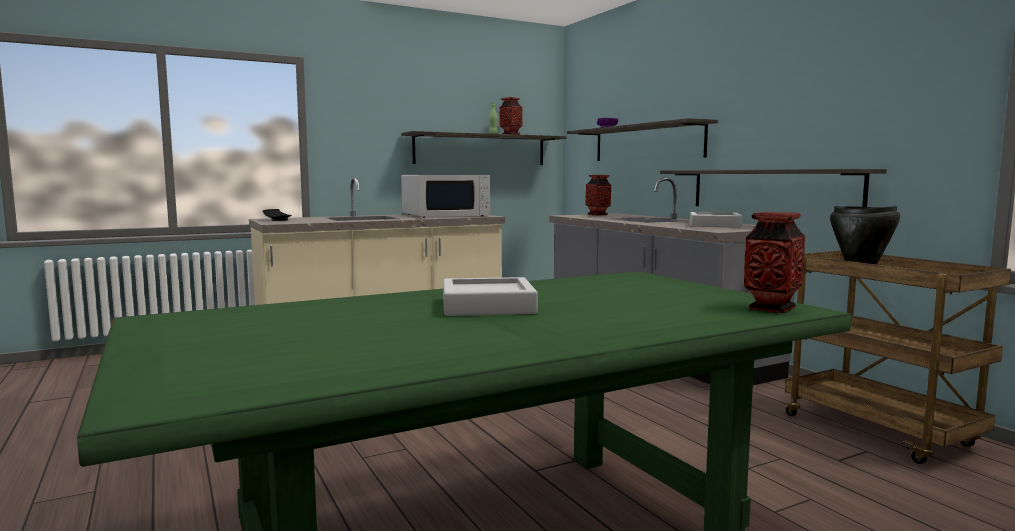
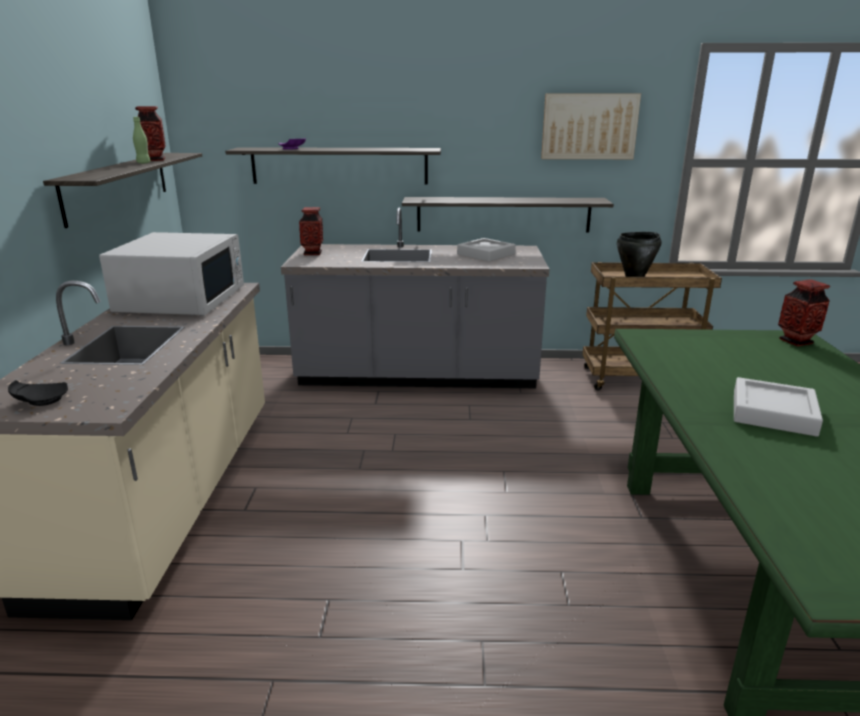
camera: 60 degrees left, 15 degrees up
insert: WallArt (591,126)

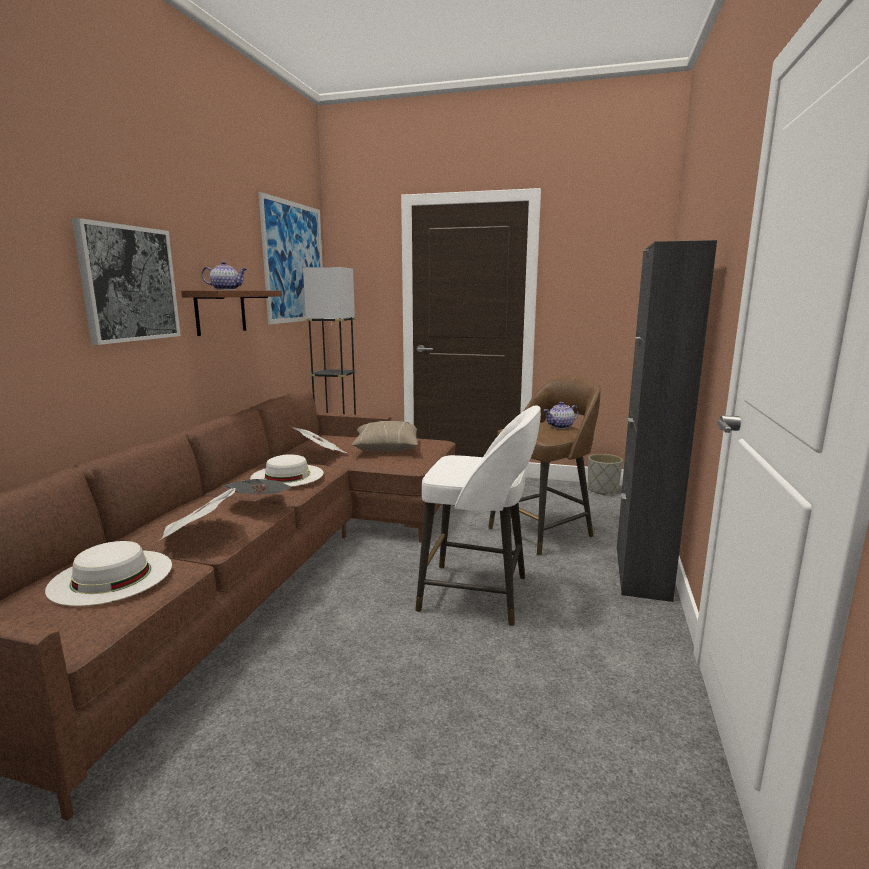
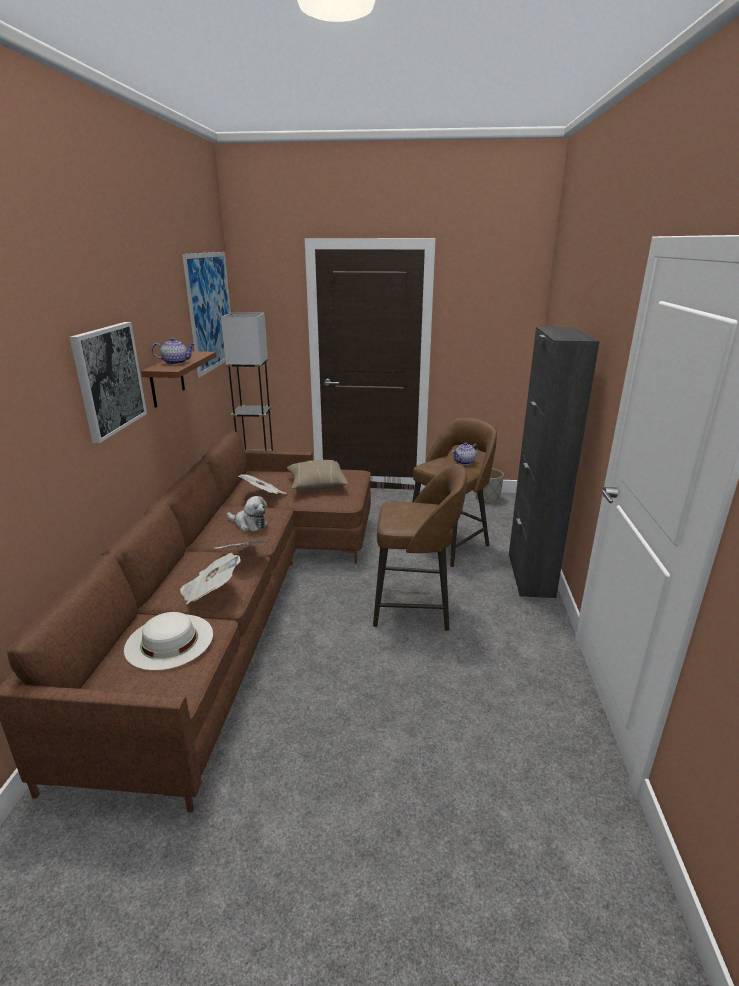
camera: 10 degrees left, 10 degrees up
replace: WhitishHat (287,470) to SoftToy (247,513)
recolor: WhitishSittingStool (478,515) to BrownSittingStool (420,547)

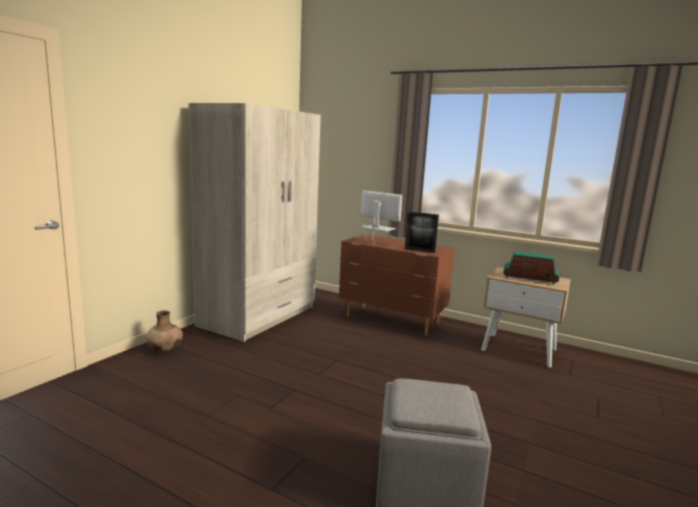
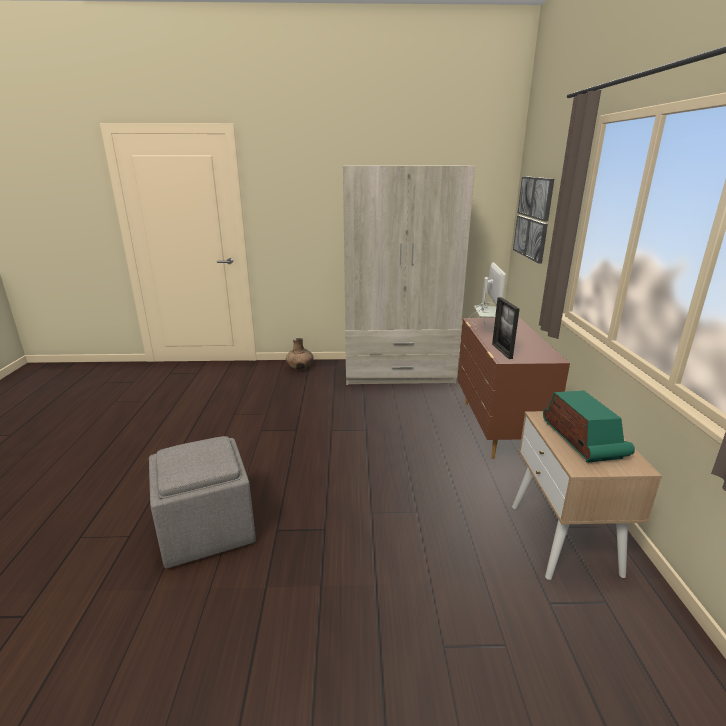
camera: 60 degrees right, 10 degrees up
insert: WallArt (533,220)

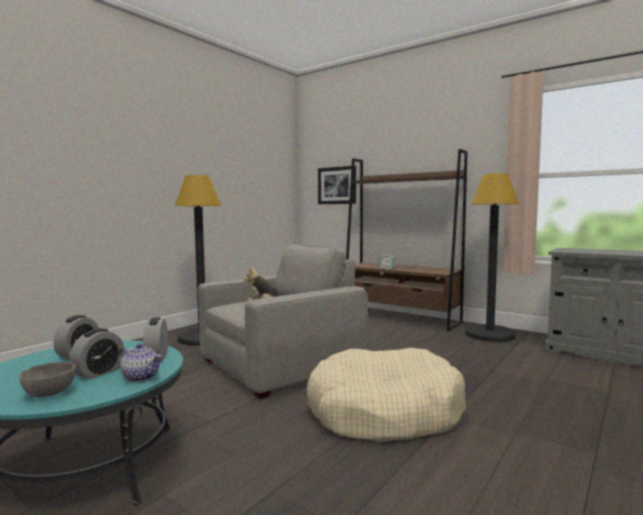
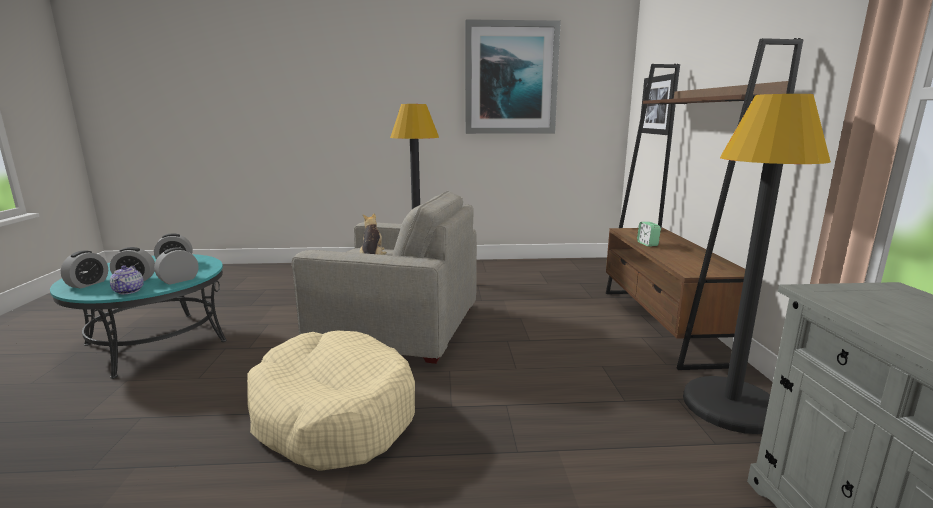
camera: 50 degrees right, 10 degrees up
insert: WallArt (513,76)
replace: GrayBowl (47,379) to TableClock (84,269)

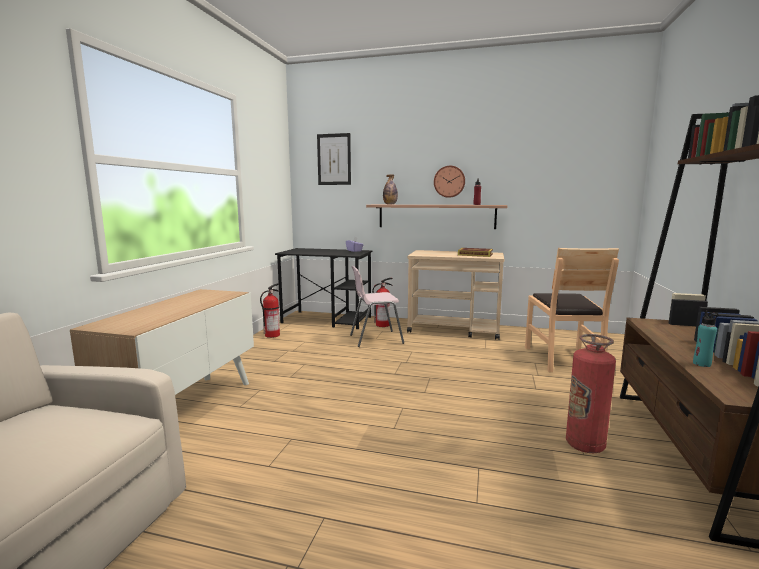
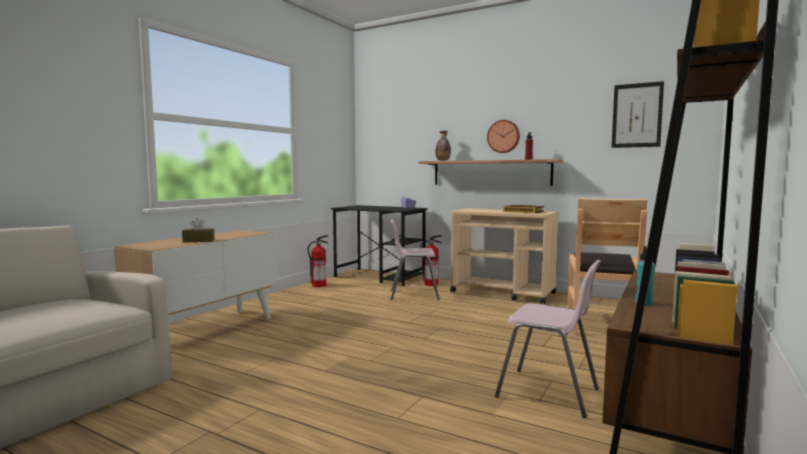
camera: 15 degrees right, 5 degrees down
insert: BrownTissueBox (198,230)
move: WallArt (334,159) to (638,114)
replace: FireFightingCylinder (591,393) to PinkChair (548,339)

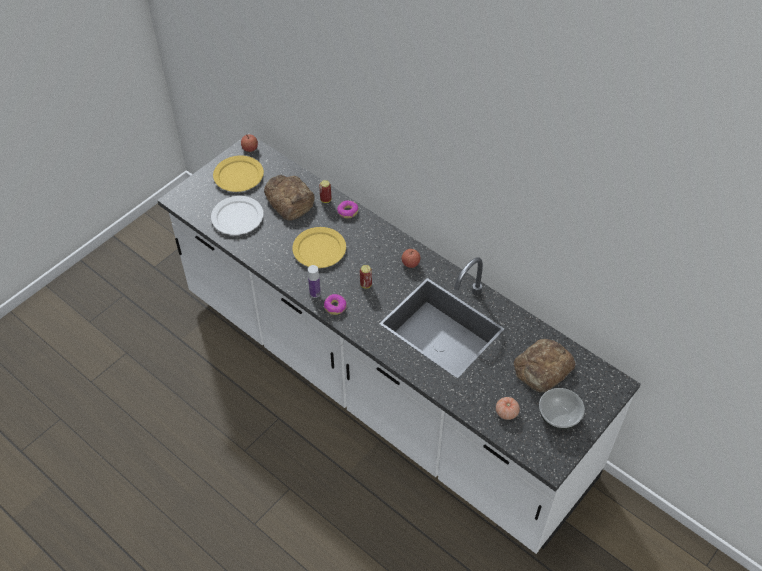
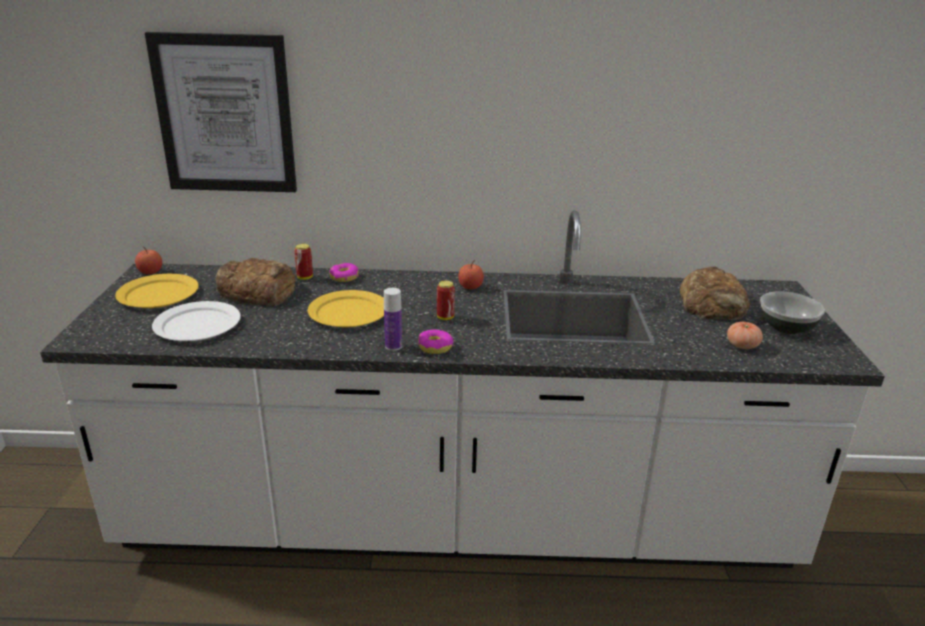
camera: 40 degrees left, 25 degrees down
insert: WallArt (221,112)

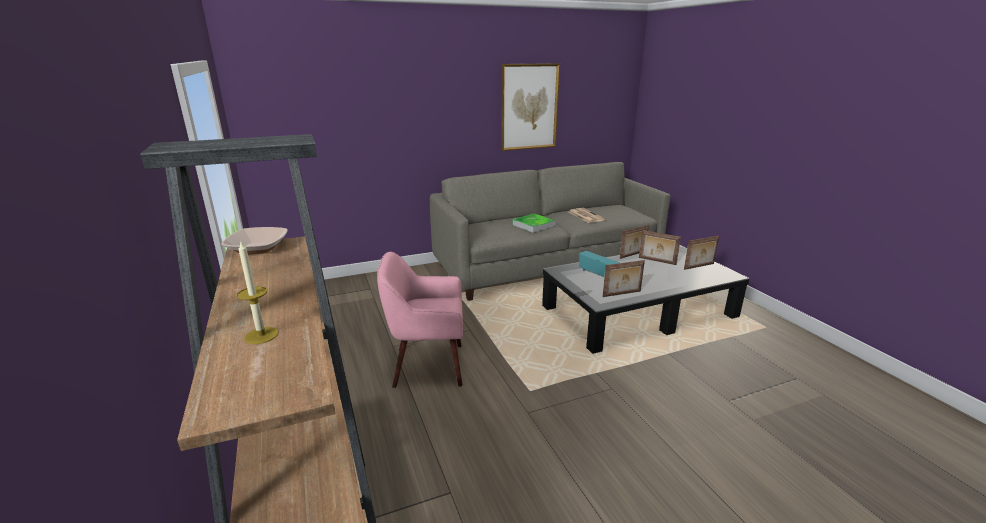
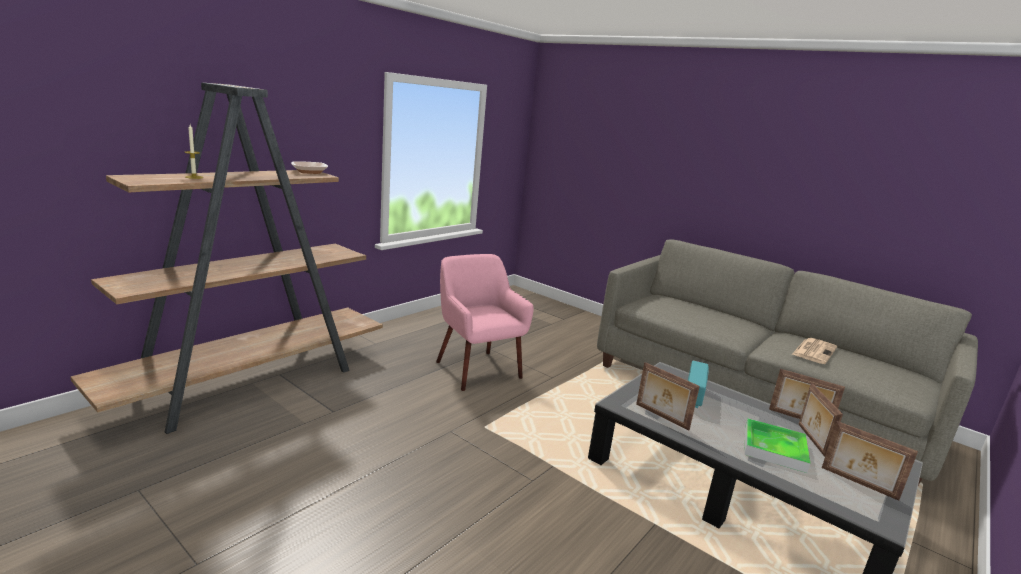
camera: 60 degrees right, 5 degrees down
delete: WallArt (530,107)
move: ServingTray (534,223) to (777,445)

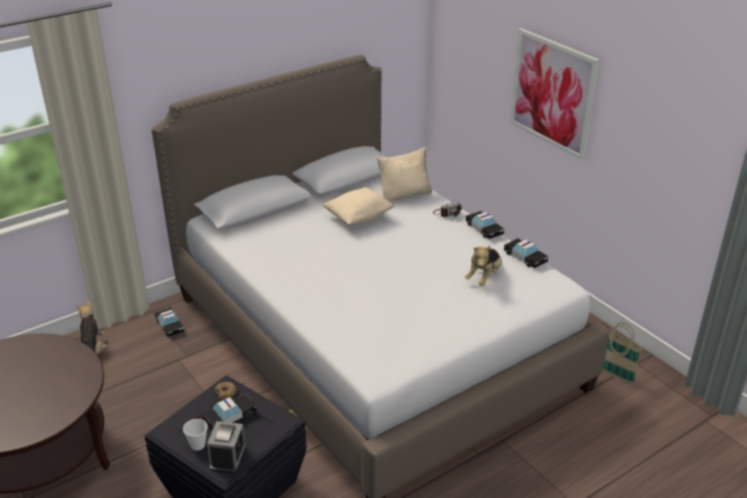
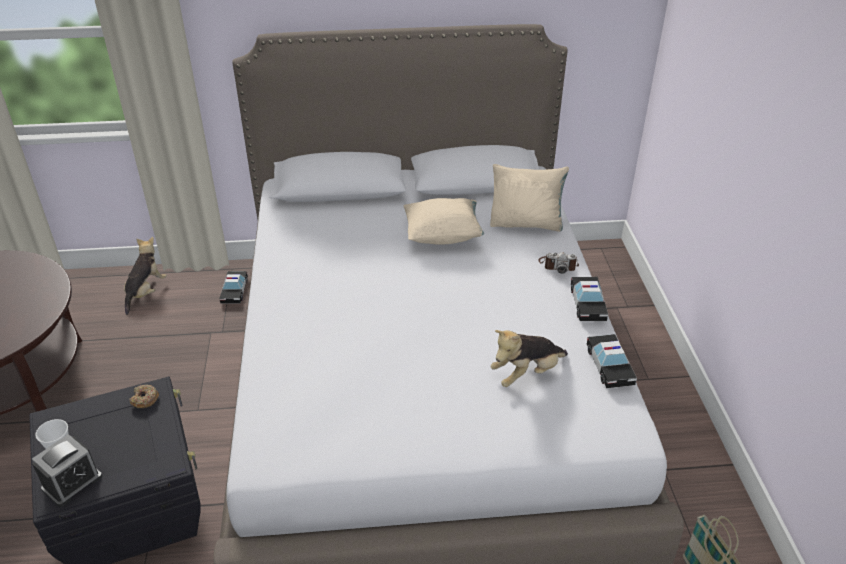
camera: 30 degrees right, 5 degrees up
delete: ToyCar (229,412); WallArt (554,94)

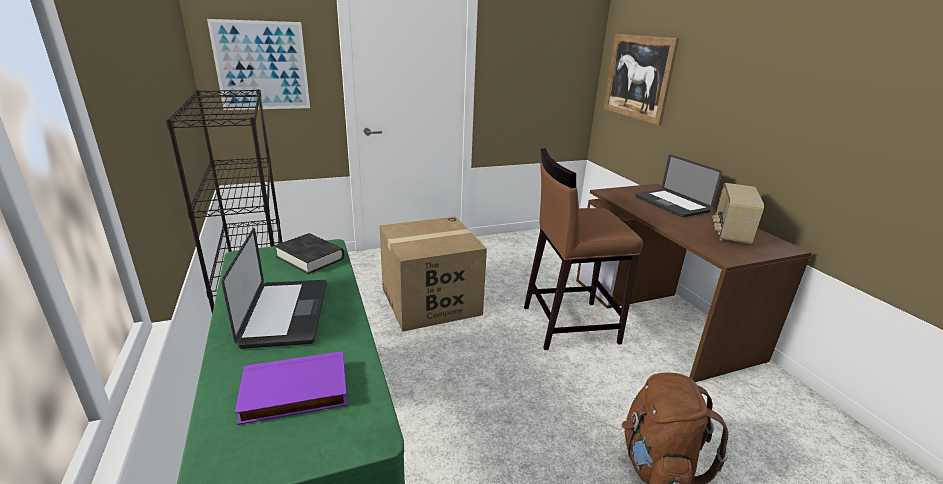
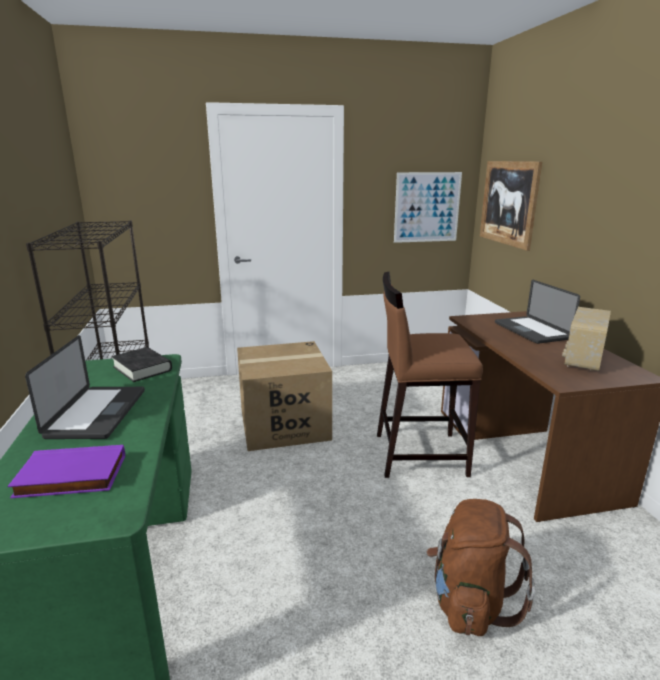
camera: 10 degrees right, 5 degrees down
move: WallArt (258,64) to (428,207)

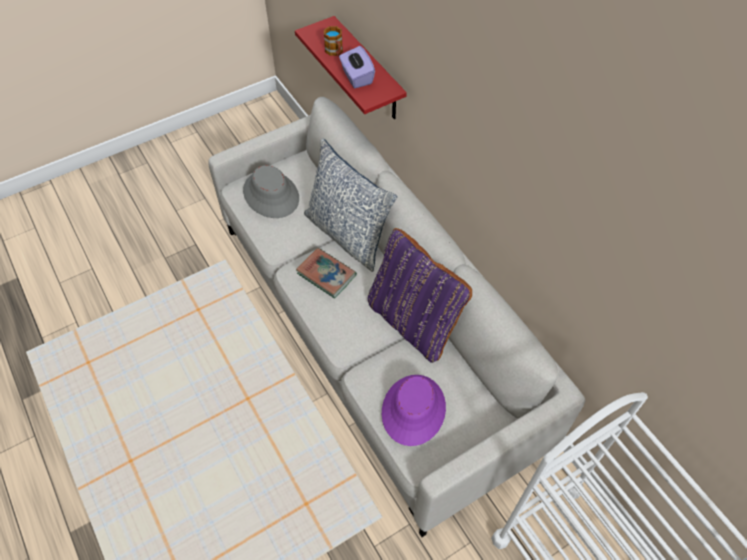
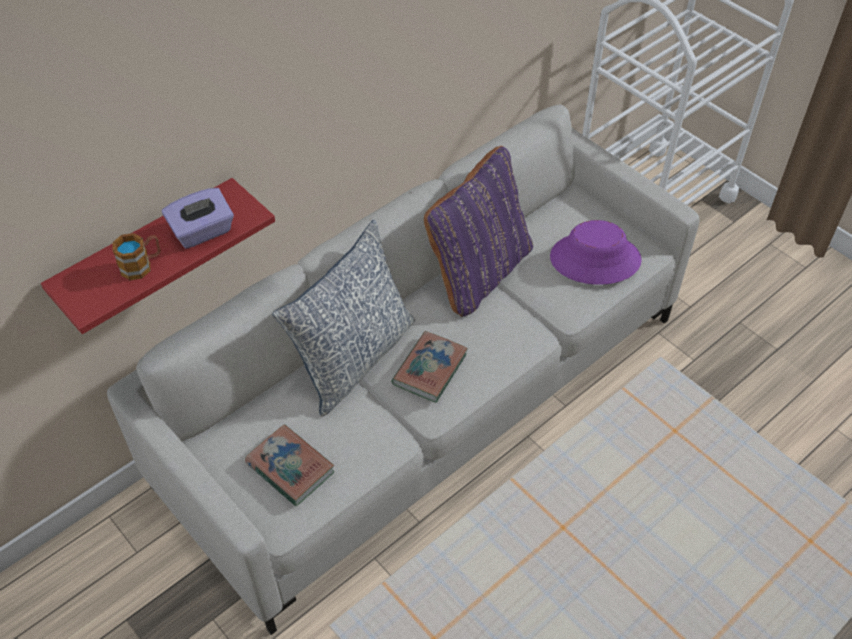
camera: 100 degrees left, 5 degrees down
replace: GrayHat (271,191) to Volume (290,465)

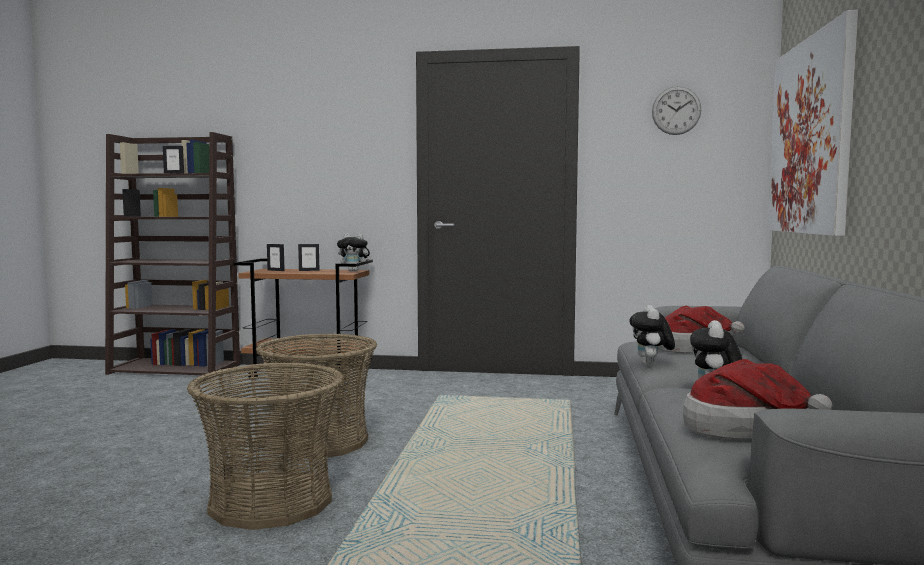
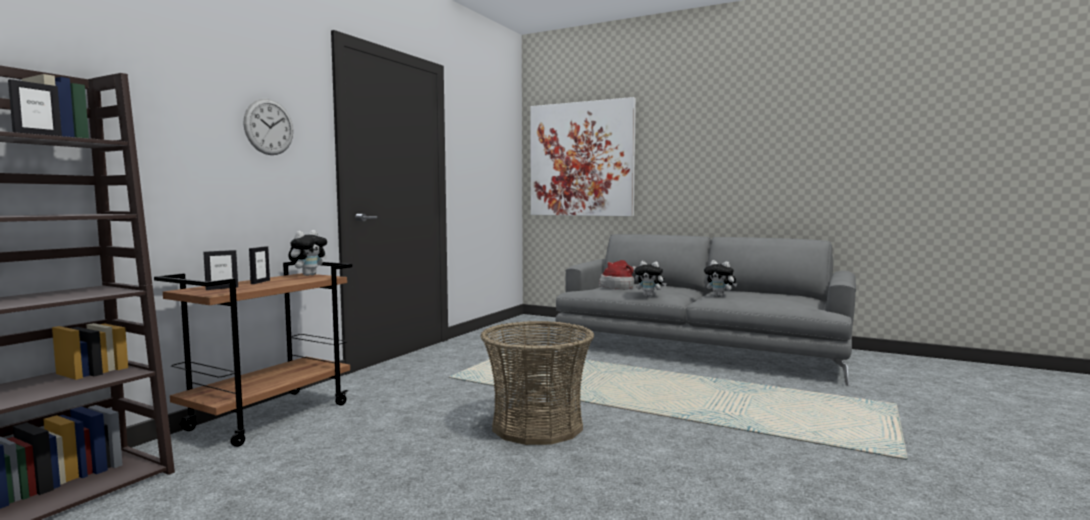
camera: 70 degrees left, 0 degrees up
delete: Basket (265,446); Hat (757,399)
move: WallClock (676,110) to (268,127)

